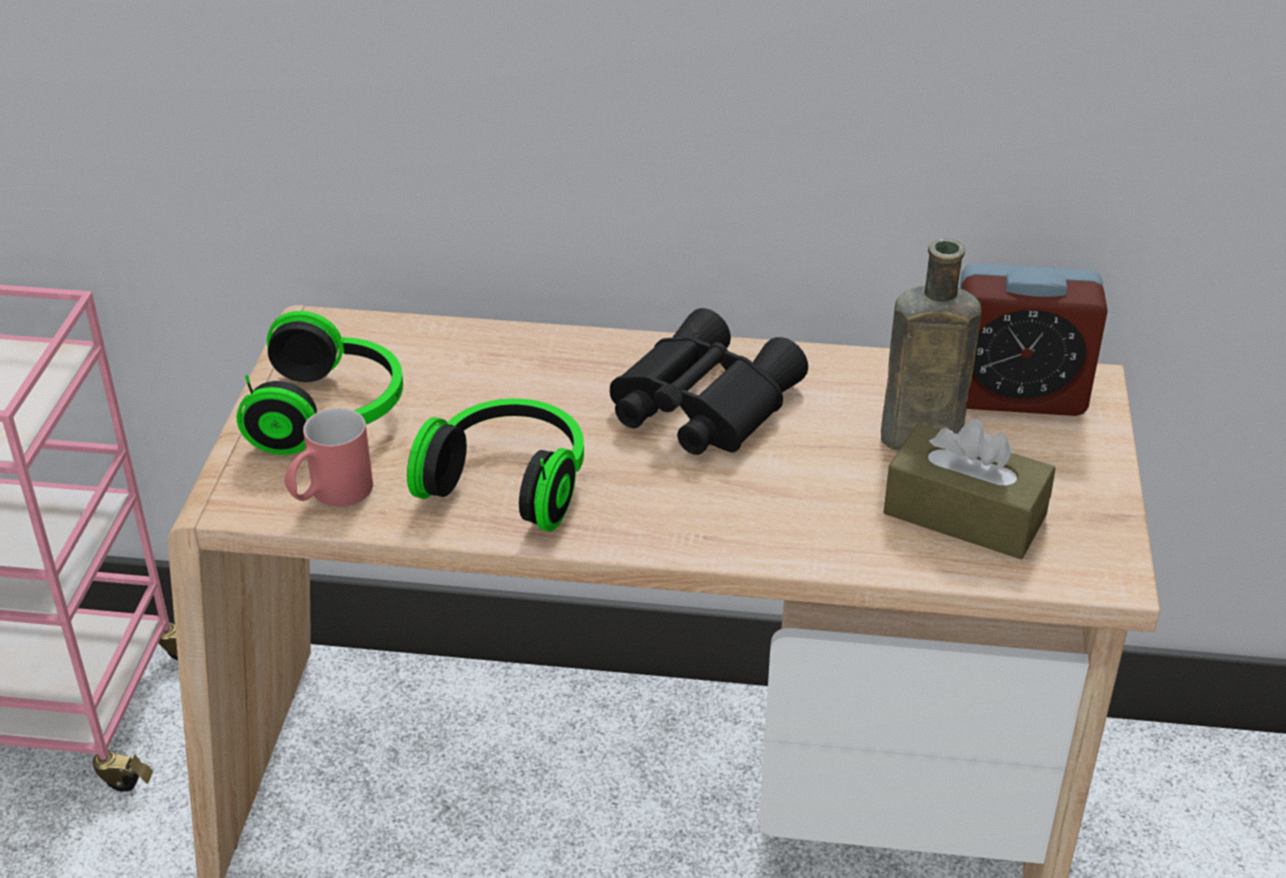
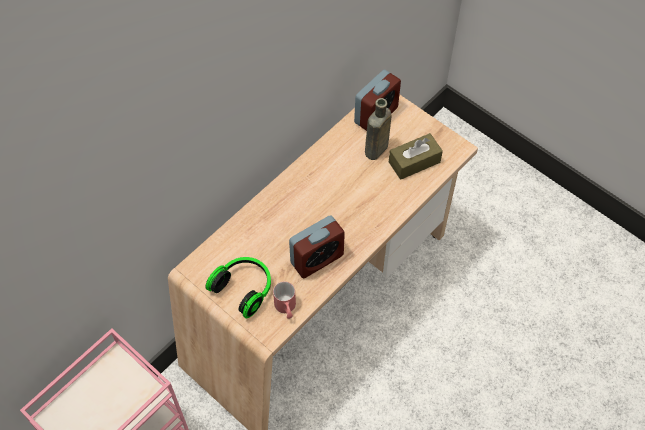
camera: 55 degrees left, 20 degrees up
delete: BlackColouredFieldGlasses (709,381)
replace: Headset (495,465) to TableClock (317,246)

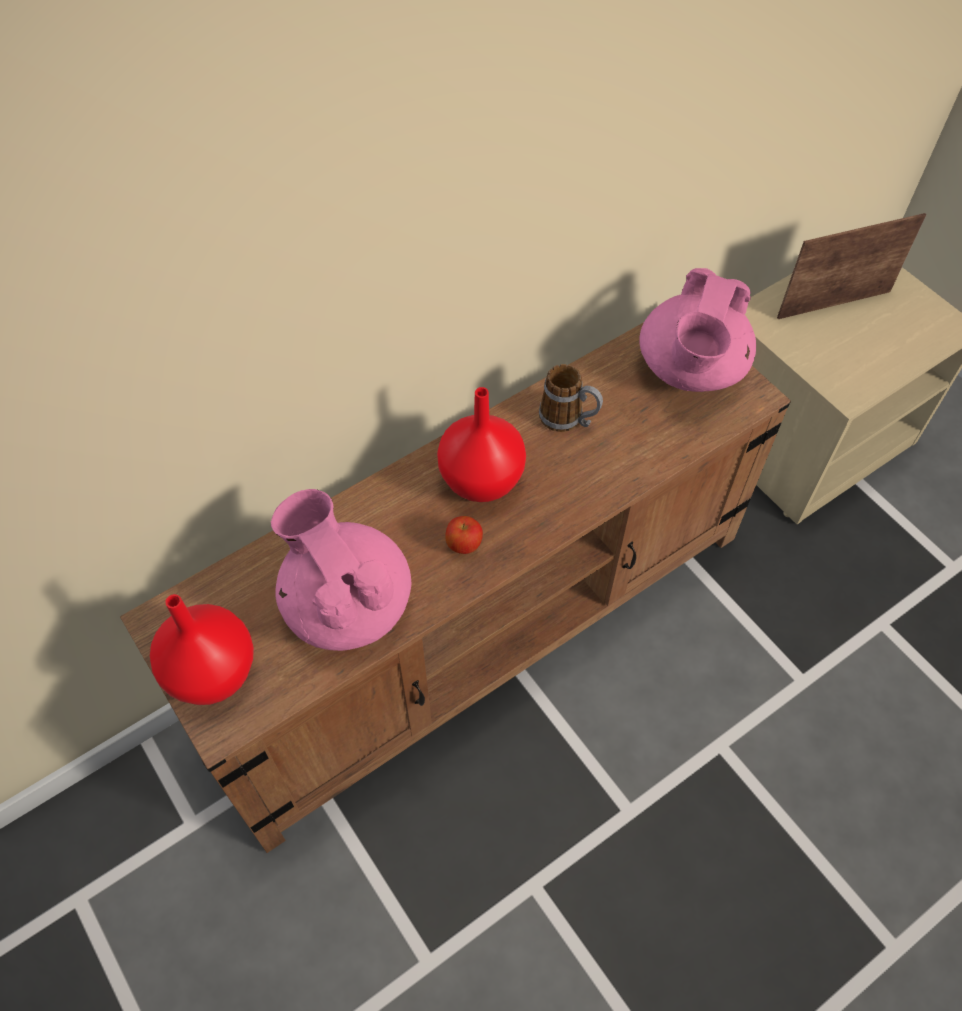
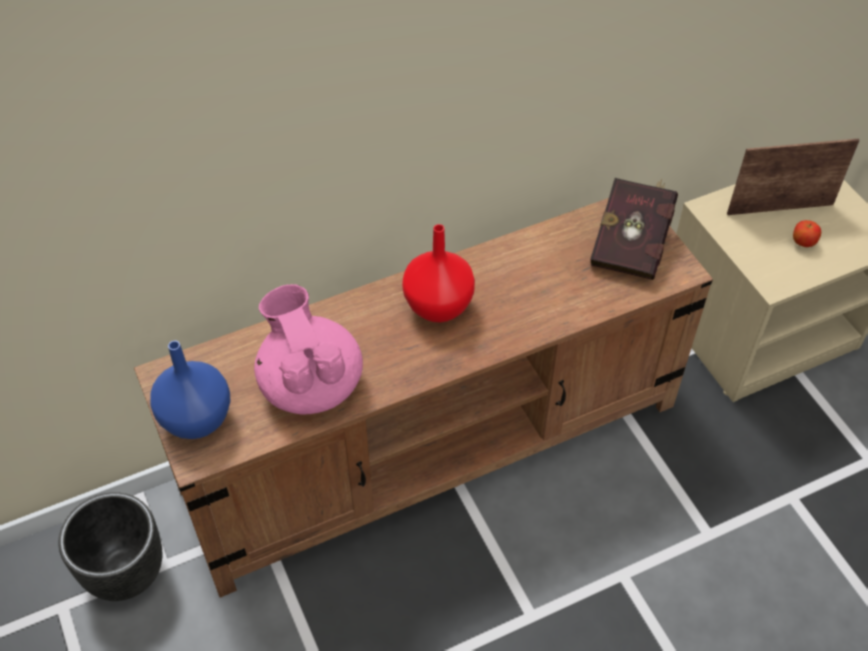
camera: 10 degrees right, 5 degrees down
delete: Mug (571,398)
insert: BlackColouredFlowerPot (110,546)
move: WholeApple (464,535) to (807,233)
replace: PinkTeaPot (697,330) to RedVolume (634,229)
recolor: RedDecorativeVase (202,649) to BlueColouredDecorativeVase (190,390)

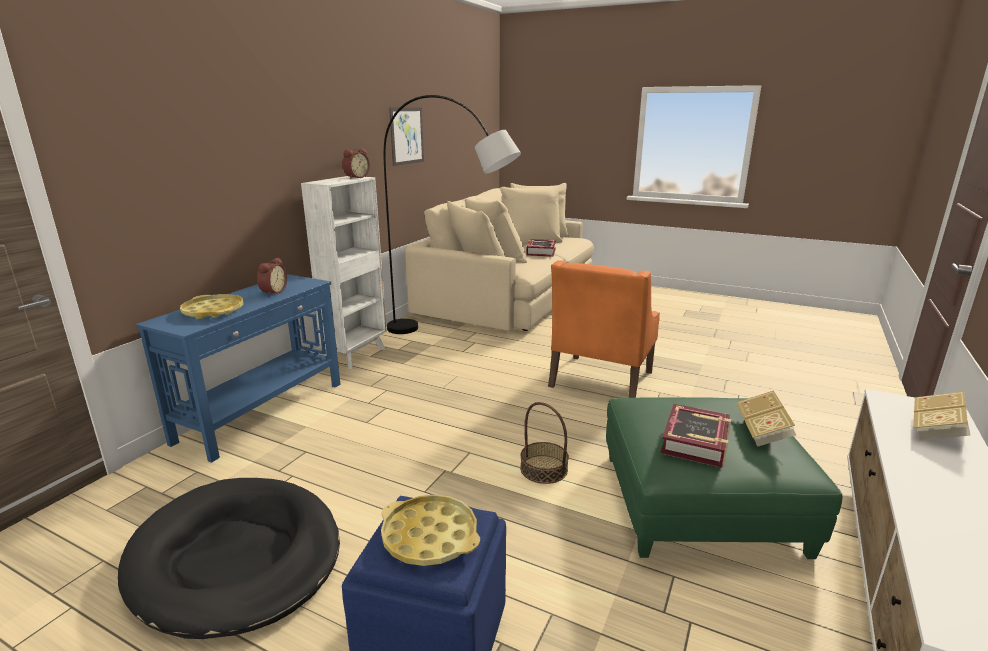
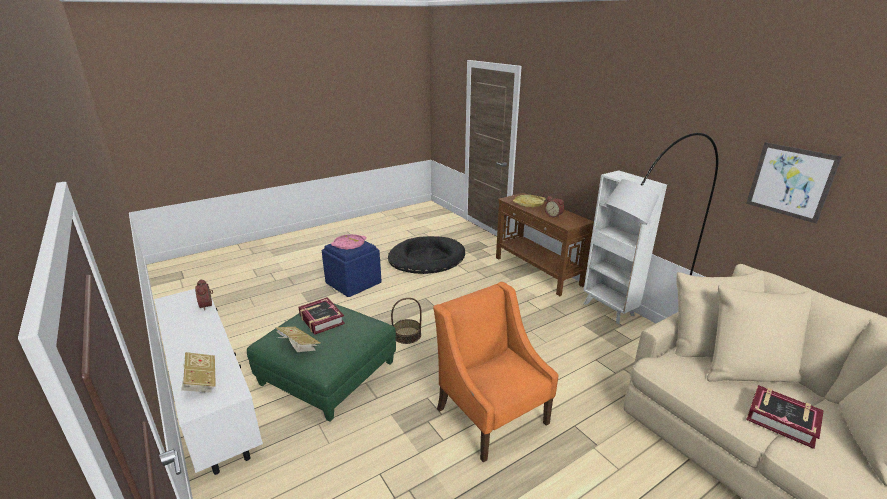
camera: 120 degrees right, 5 degrees up
move: TableClock (356,163) to (204,294)
recolor: BlueColouredNarrowTable (238,368) to BrownNarrowTable (545,244); YellowColouredServingTray (430,530) to PinkServingTray (349,242)

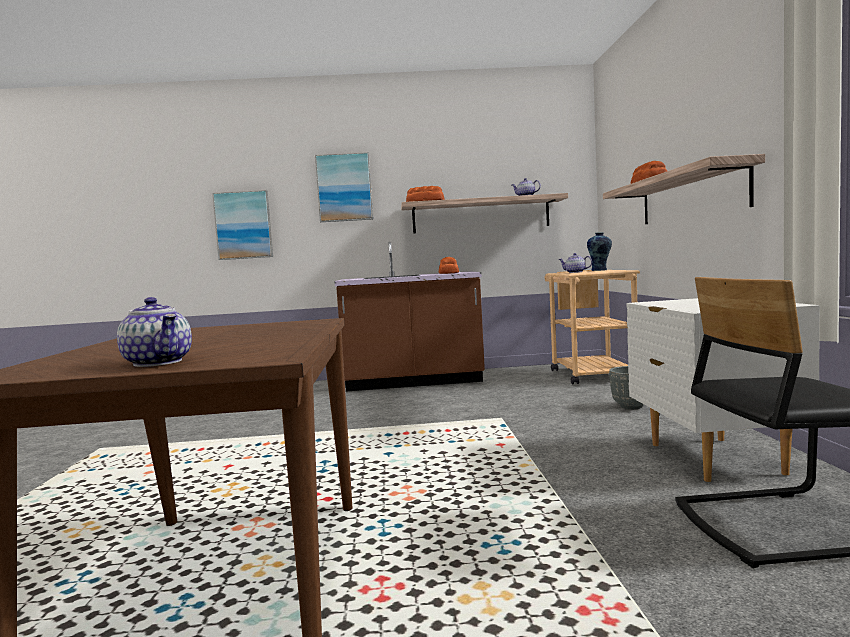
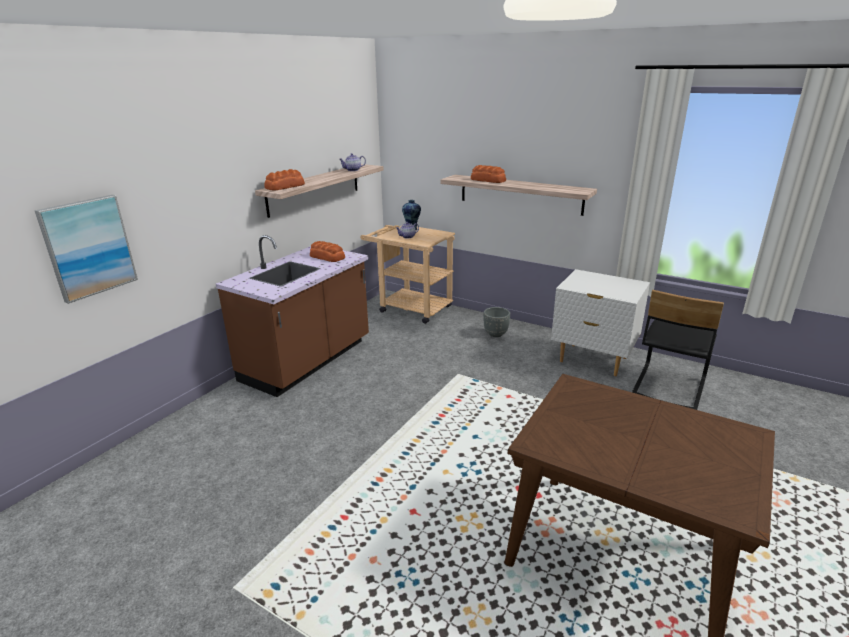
camera: 55 degrees left, 20 degrees up
delete: TeaPot (154,332); WallArt (344,187)

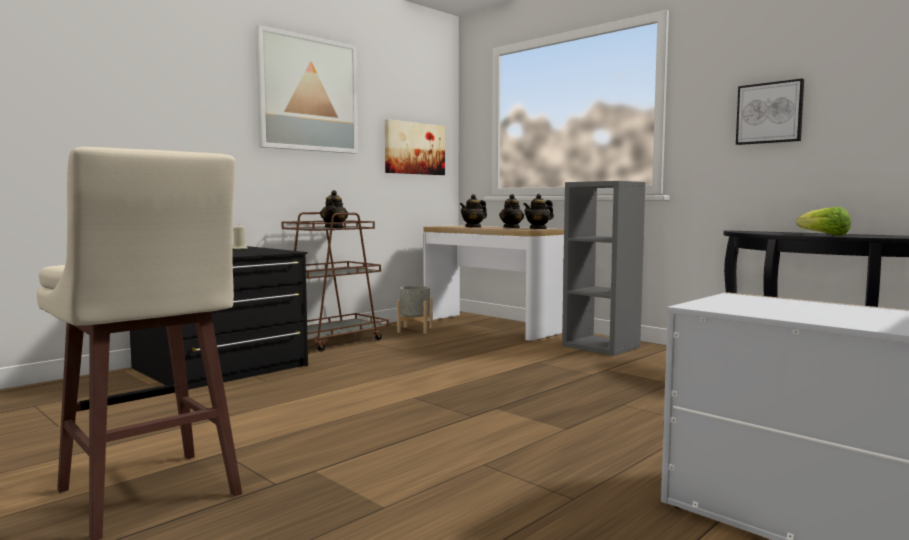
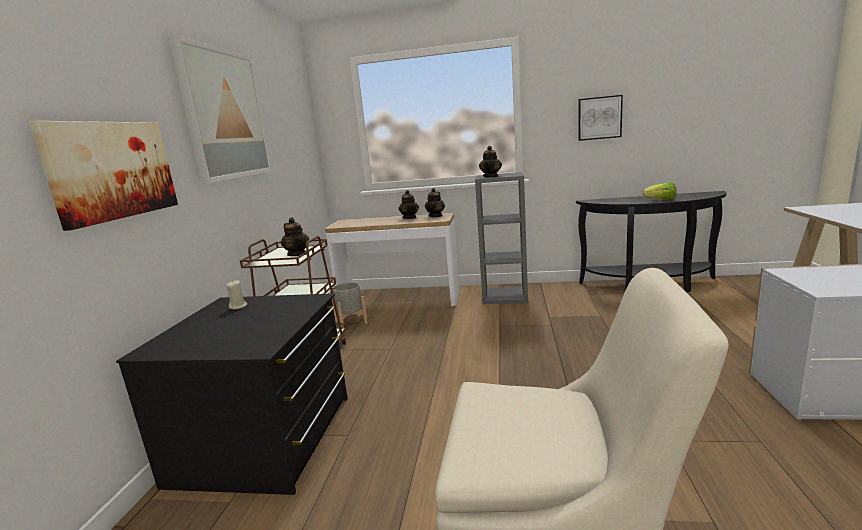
camera: 35 degrees left, 10 degrees up
move: WallArt (415,147) to (103,176); TeaPot (473,211) to (490,161)

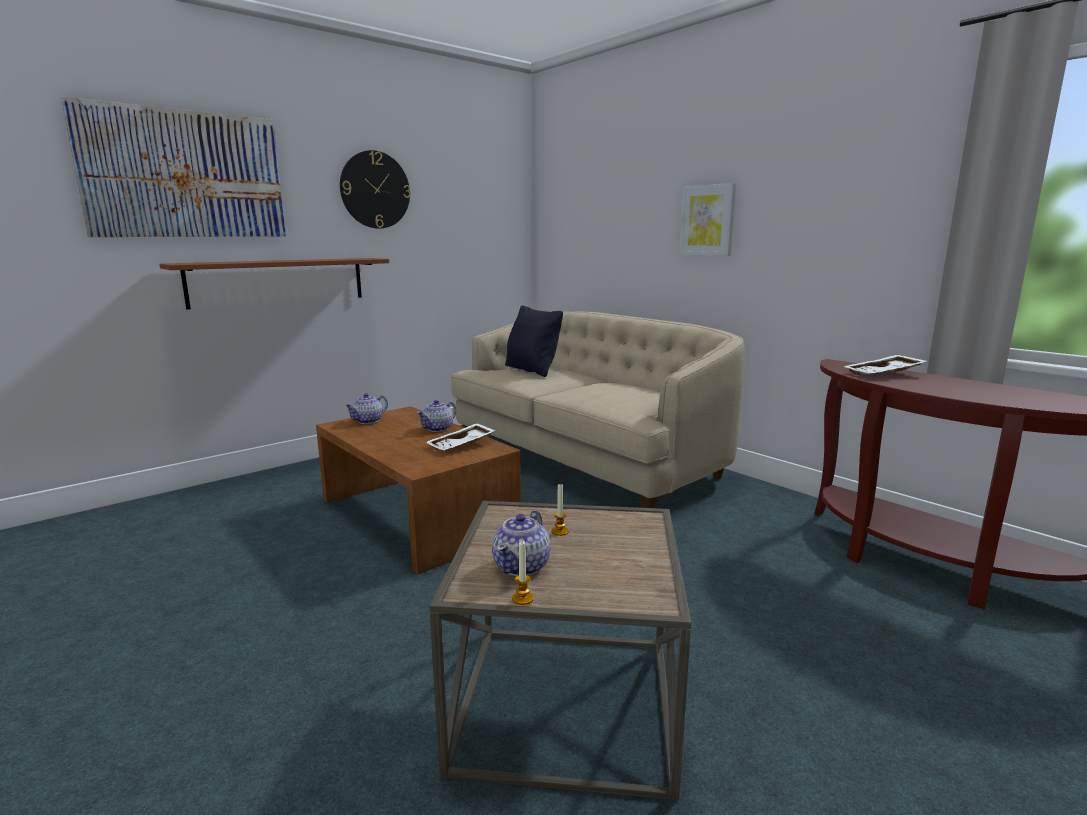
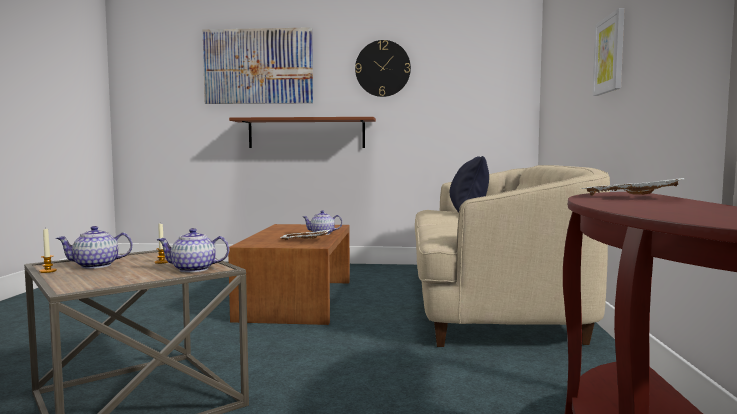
camera: 45 degrees right, 10 degrees down
move: TeaPot (366,408) to (193,250)

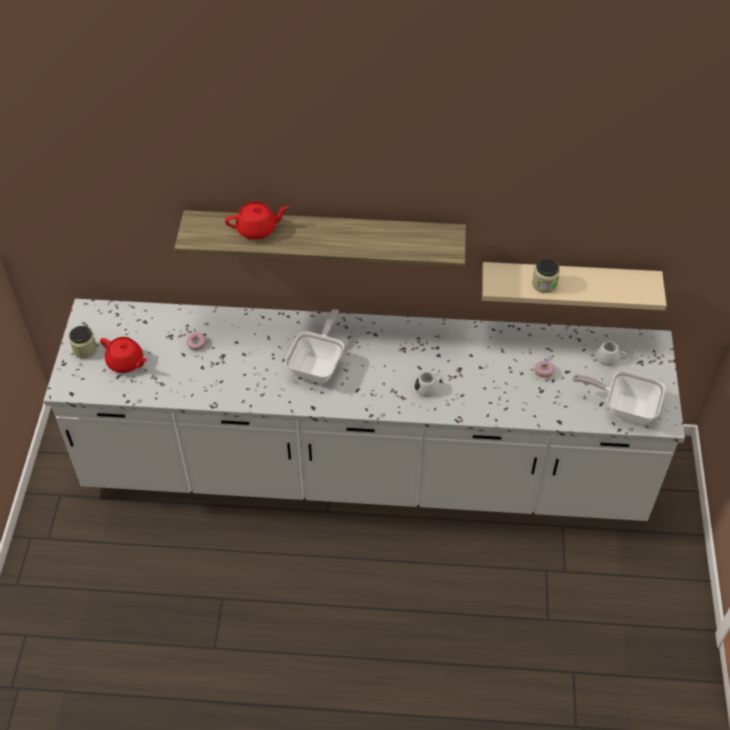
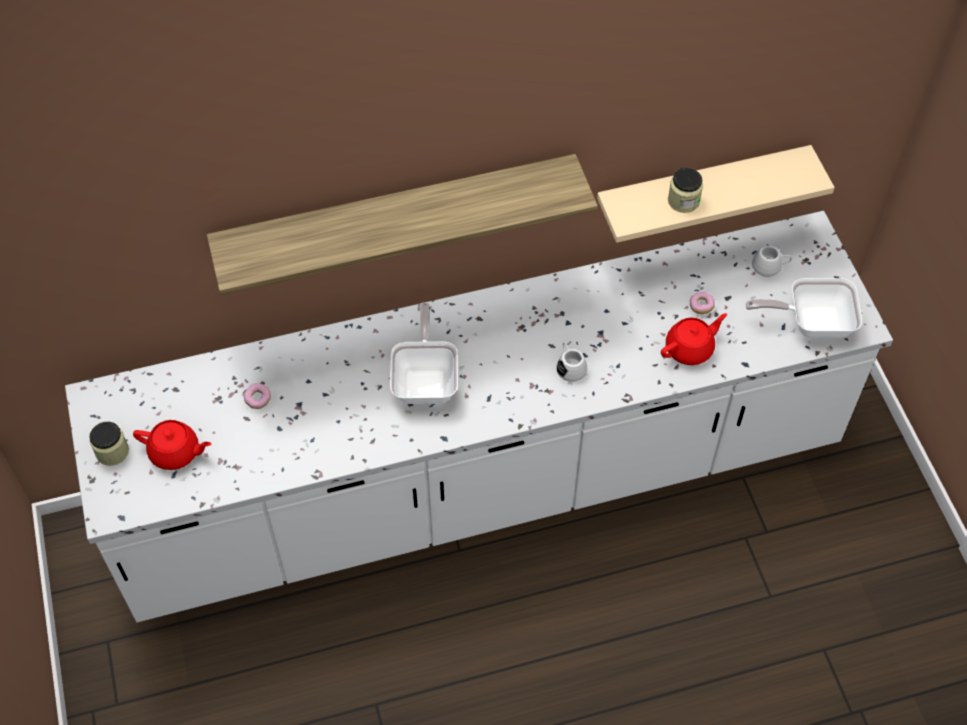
camera: 20 degrees left, 5 degrees up
move: RedTeaPot (257,221) to (694,339)

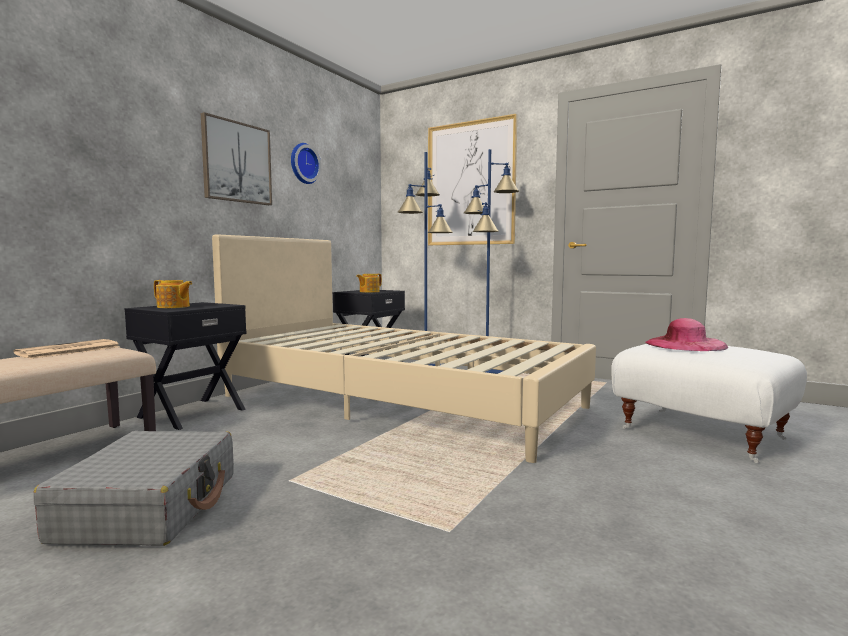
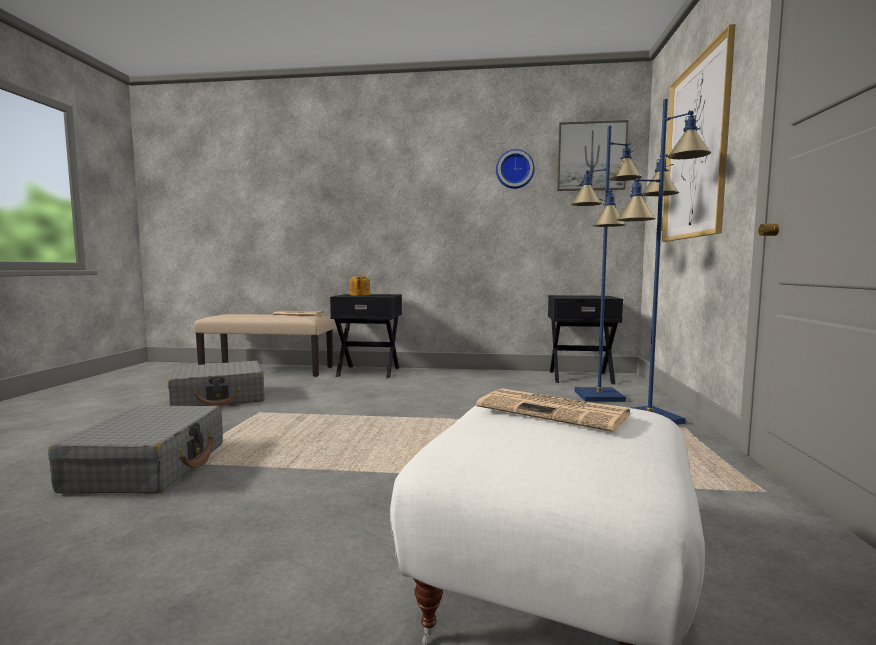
camera: 65 degrees right, 0 degrees up
delete: BeigeBed (404,348); TeaPot (369,283)
insert: GrayPieceOfLuggage (135,449)
move: WallArt (236,158) to (592,155)
replace: PinkHat (686,334) to Newspaper (553,410)

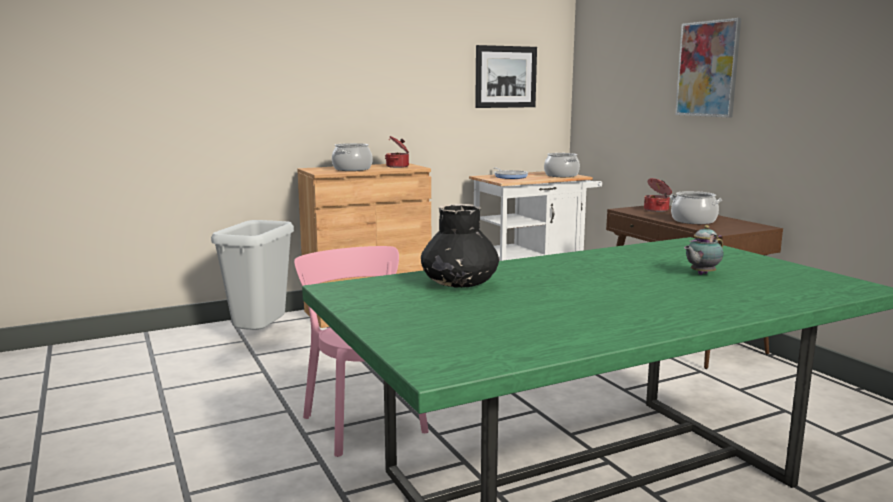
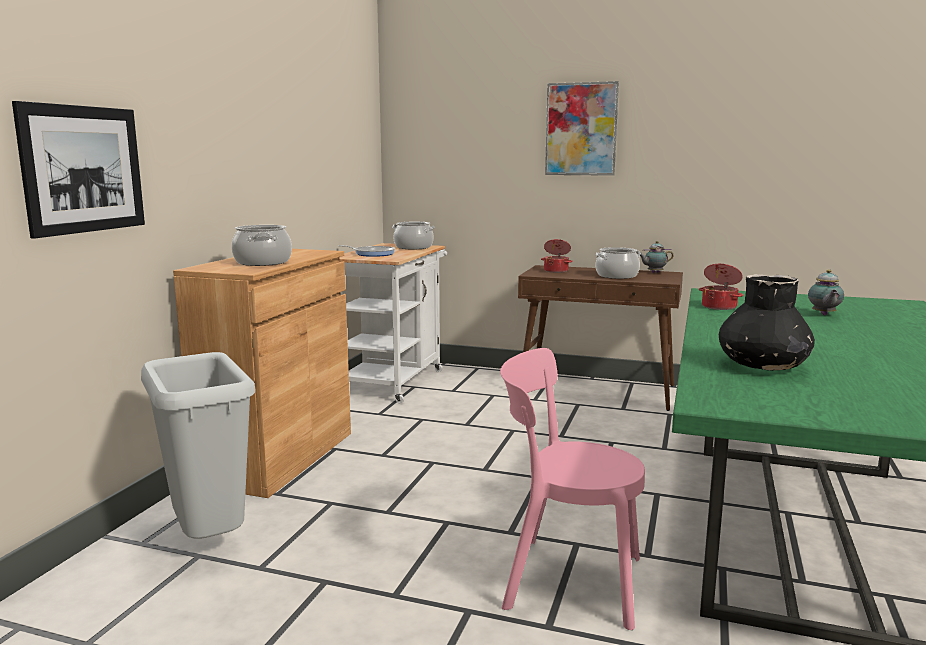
camera: 45 degrees left, 0 degrees up
insert: TeaPot (657,257)
move: Stockpot (397,152) to (721,287); WallArt (506,76) to (78,170)

